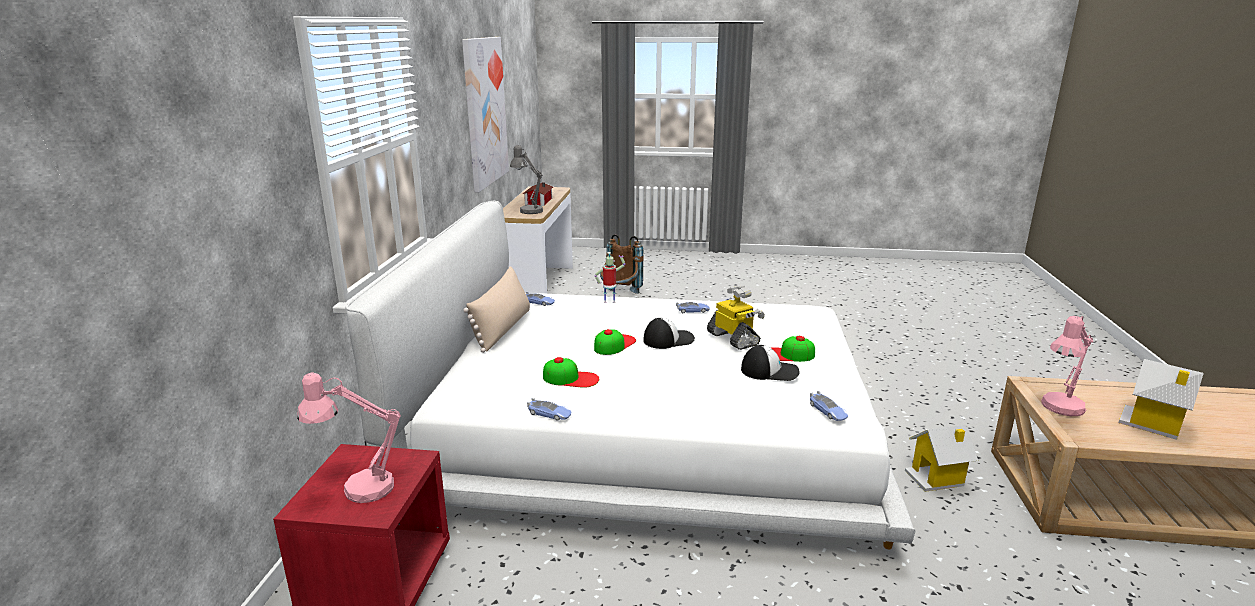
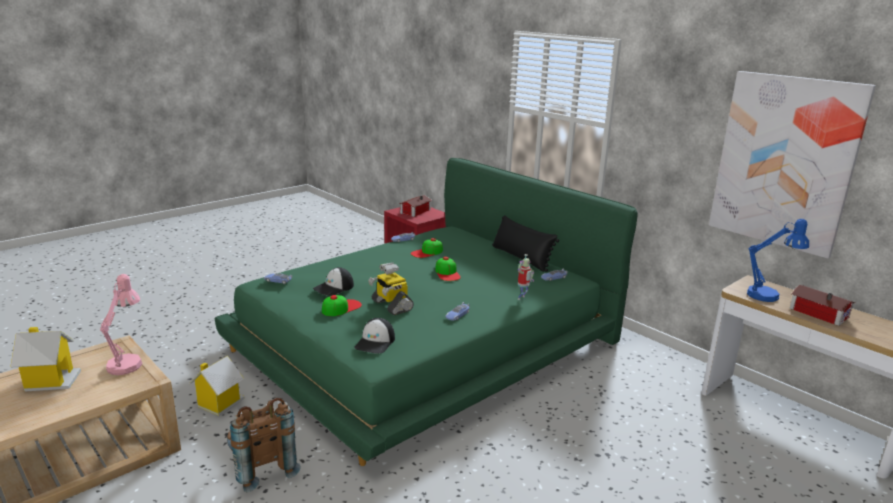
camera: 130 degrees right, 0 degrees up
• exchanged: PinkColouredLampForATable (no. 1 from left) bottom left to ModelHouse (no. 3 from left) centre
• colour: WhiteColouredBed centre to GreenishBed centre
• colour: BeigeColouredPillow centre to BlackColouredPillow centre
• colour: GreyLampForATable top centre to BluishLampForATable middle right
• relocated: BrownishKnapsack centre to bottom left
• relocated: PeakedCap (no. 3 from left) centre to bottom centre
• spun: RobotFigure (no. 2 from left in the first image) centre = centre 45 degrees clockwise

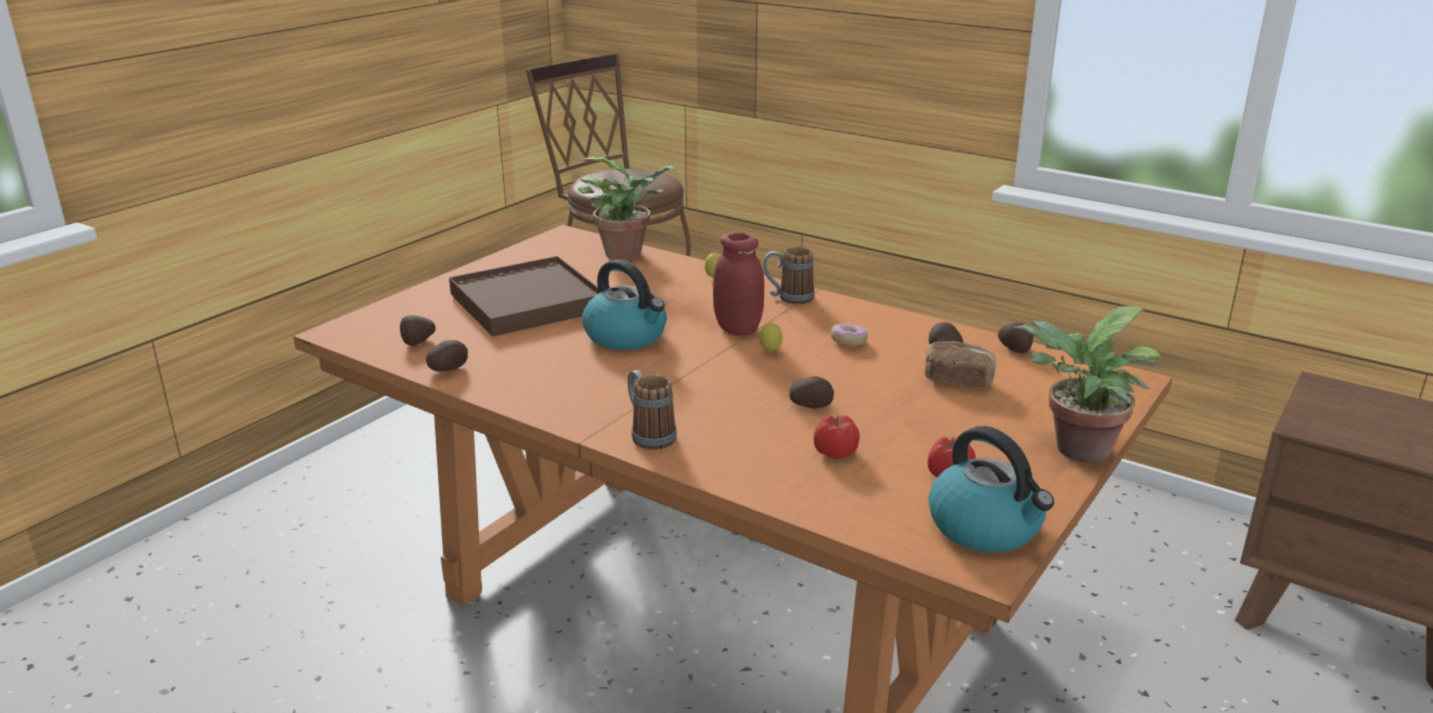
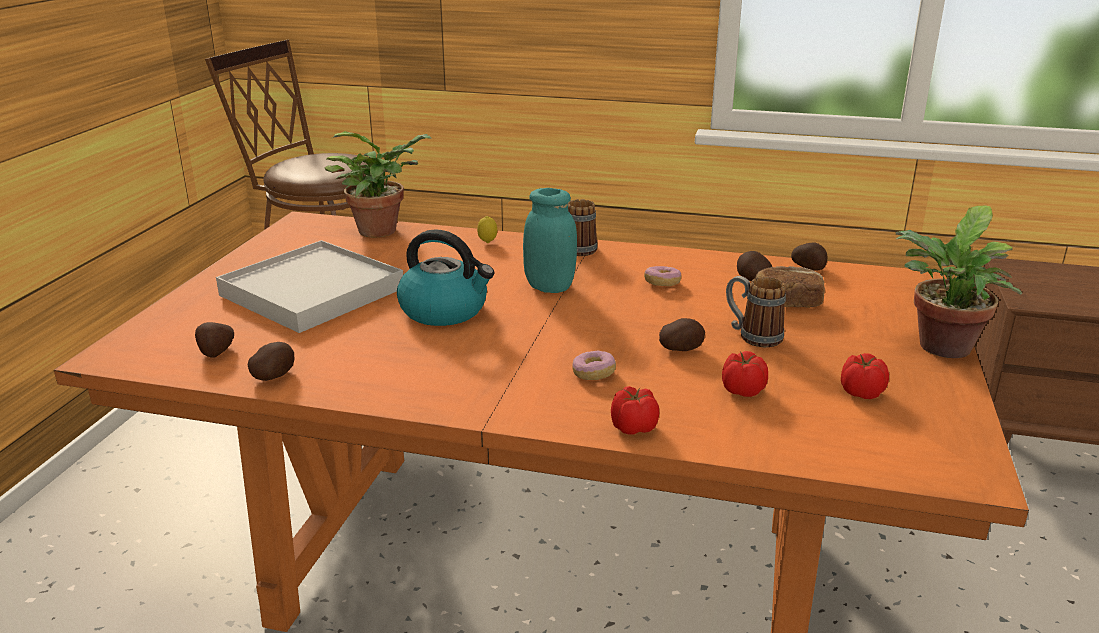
camera: 20 degrees left, 0 degrees up
• colour: BrownishTray centre to WhiteColouredTray middle left
• relocated: Mug (no. 1 from left in the first image) centre to Mug (no. 2 from left) middle right
• colour: ReddishJar centre to TurquoiseColouredJar centre
• missing: Lemon (no. 2 from left) centre
• missing: WaterKettle (no. 2 from left) bottom right
• appeared: Doughnut (no. 1 from left) centre
• appeared: FreshTomato (no. 1 from left) centre

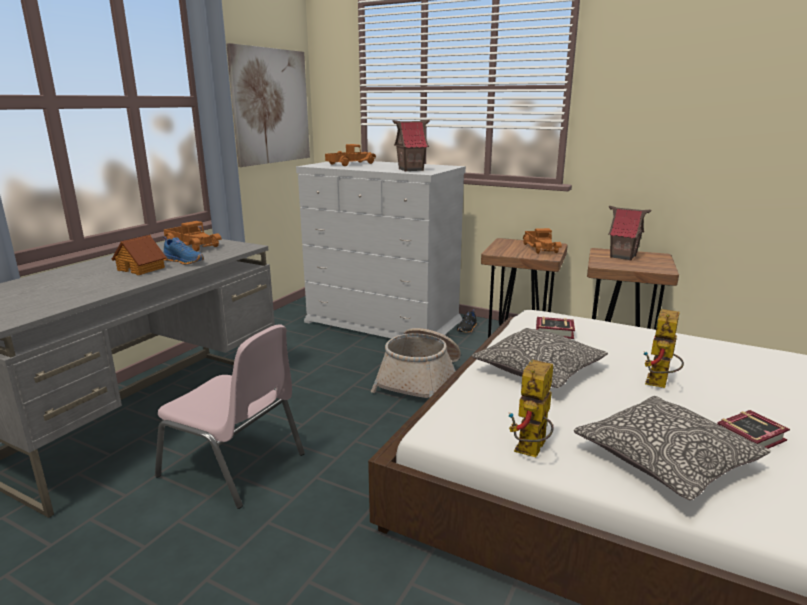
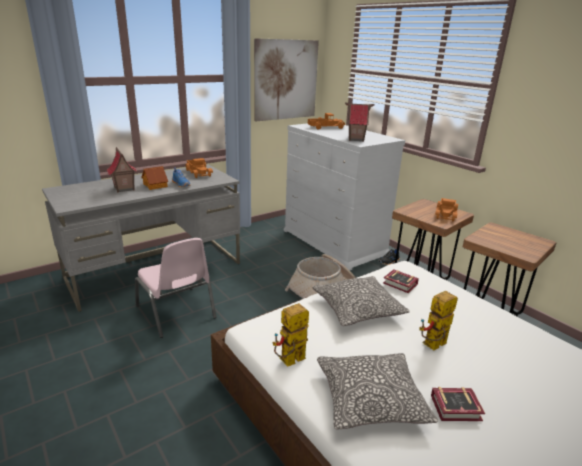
camera: 25 degrees right, 5 degrees up
• relocated: ModelHouse (no. 3 from left in the first image) middle right to ModelHouse (no. 1 from left) middle left

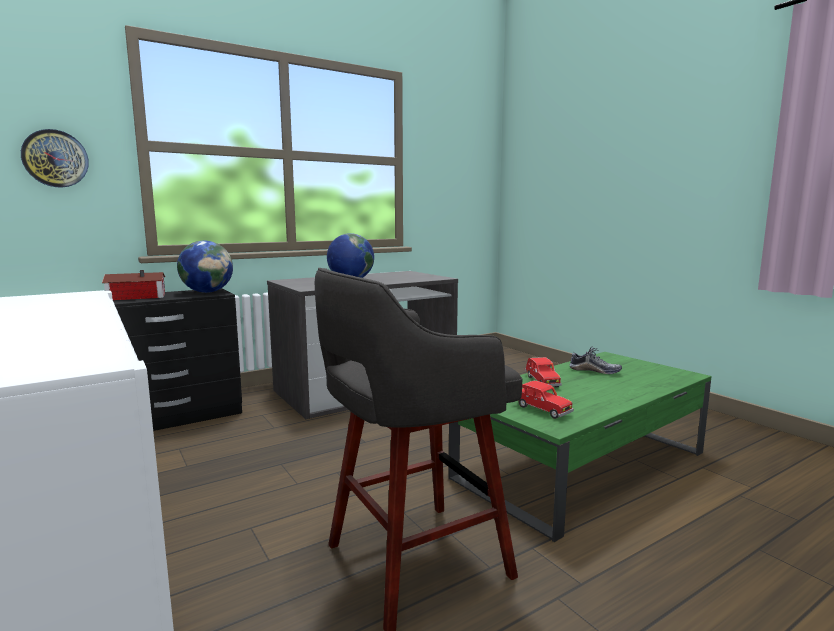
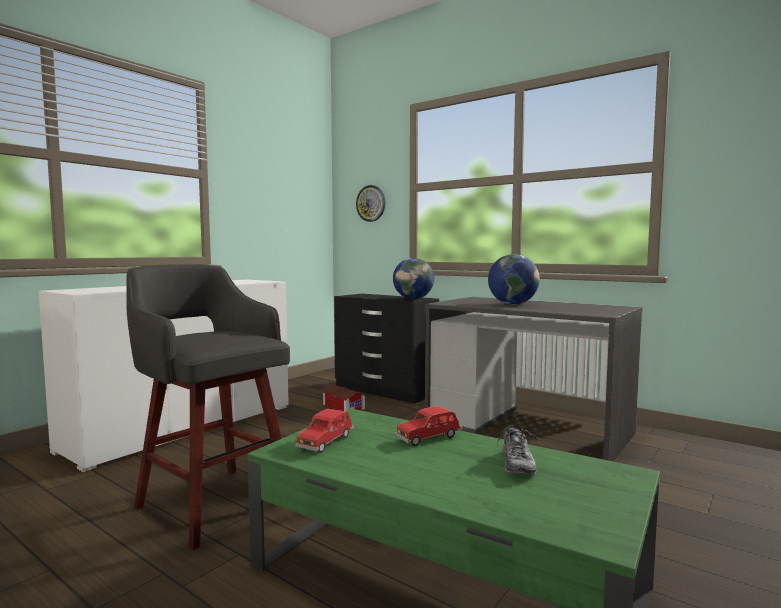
camera: 70 degrees right, 5 degrees down
• relocated: ModelHouse middle left to centre

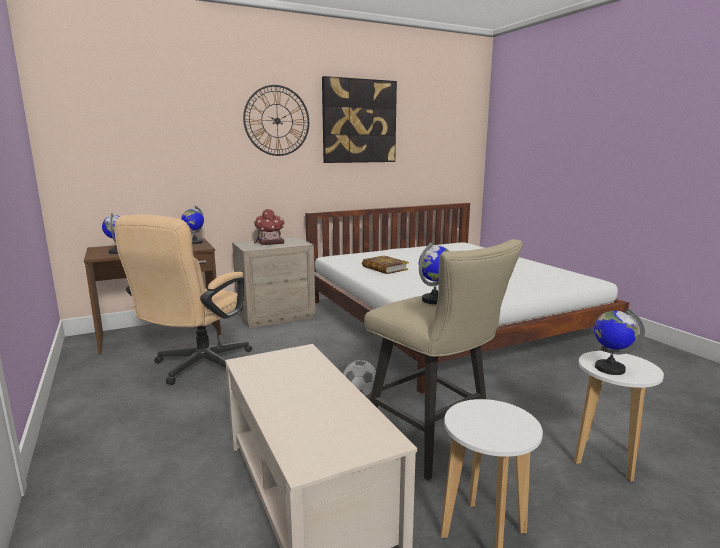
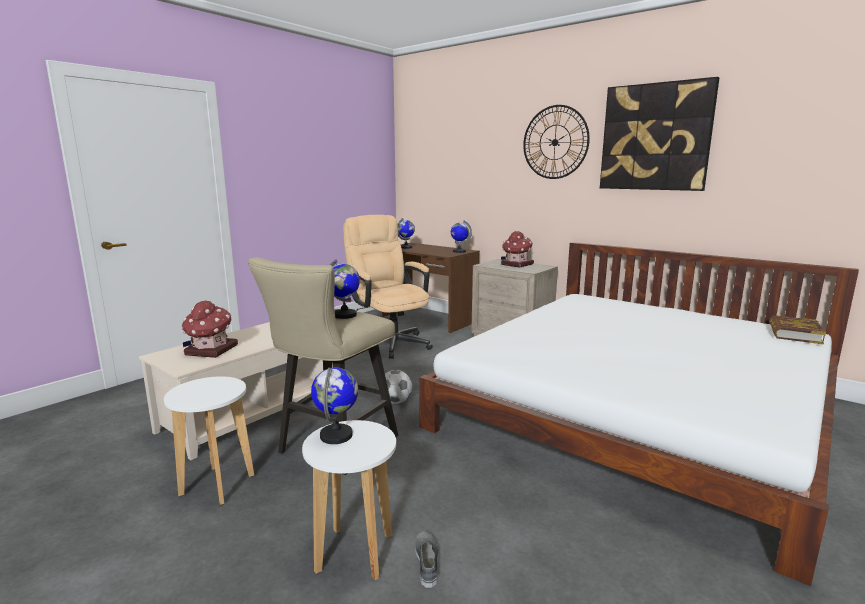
camera: 65 degrees right, 0 degrees up
• spun: BeigeColouredDeskChair middle left = centre 60 degrees clockwise
• relocated: Volume centre to middle right
• appeared: ModelHouse (no. 1 from left) middle left
• appeared: GreyLowShoe bottom centre

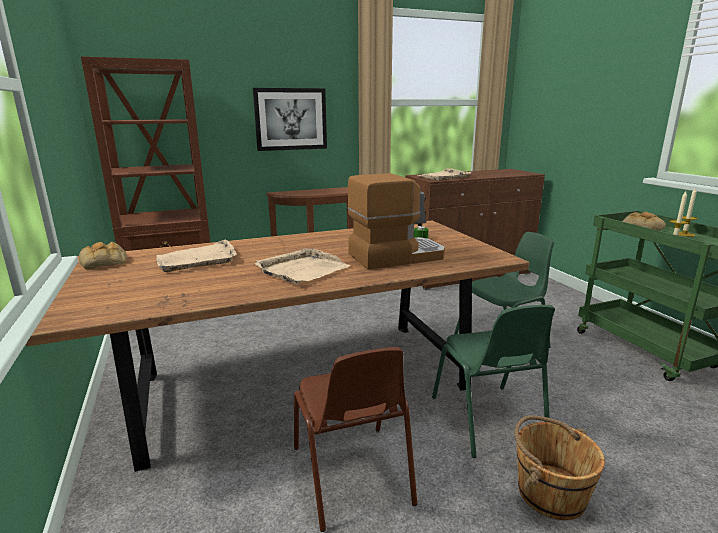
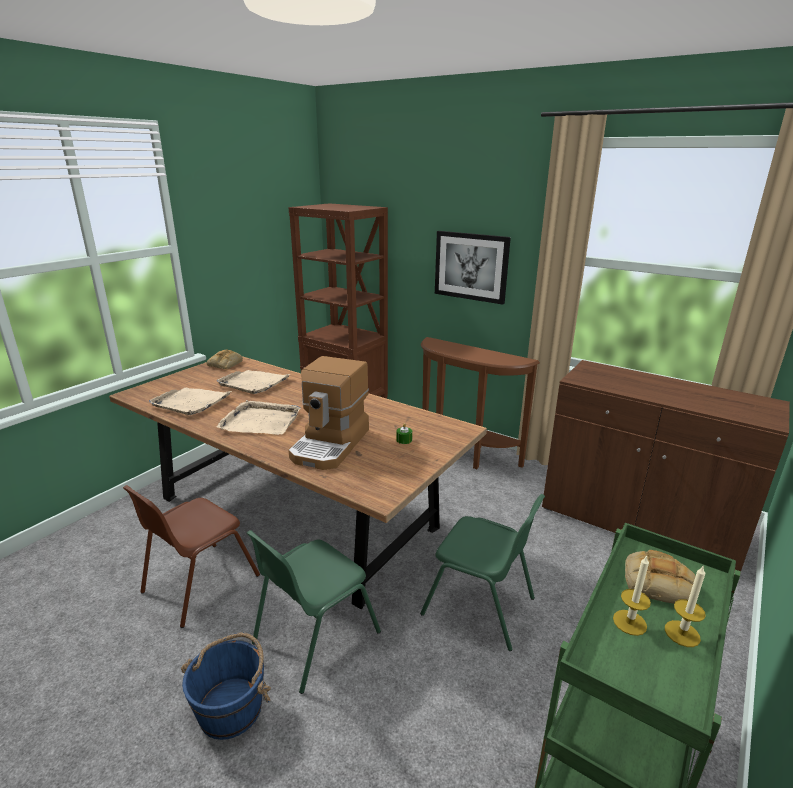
camera: 55 degrees right, 5 degrees up
• spun: CoffeeBrewer centre = centre 75 degrees clockwise
• relocated: BeigeColouredTray (no. 3 from left in the first image) top centre to BeigeColouredTray (no. 1 from left) middle left
• colour: BrownishWaterBucket bottom right to BluishWaterBucket bottom left

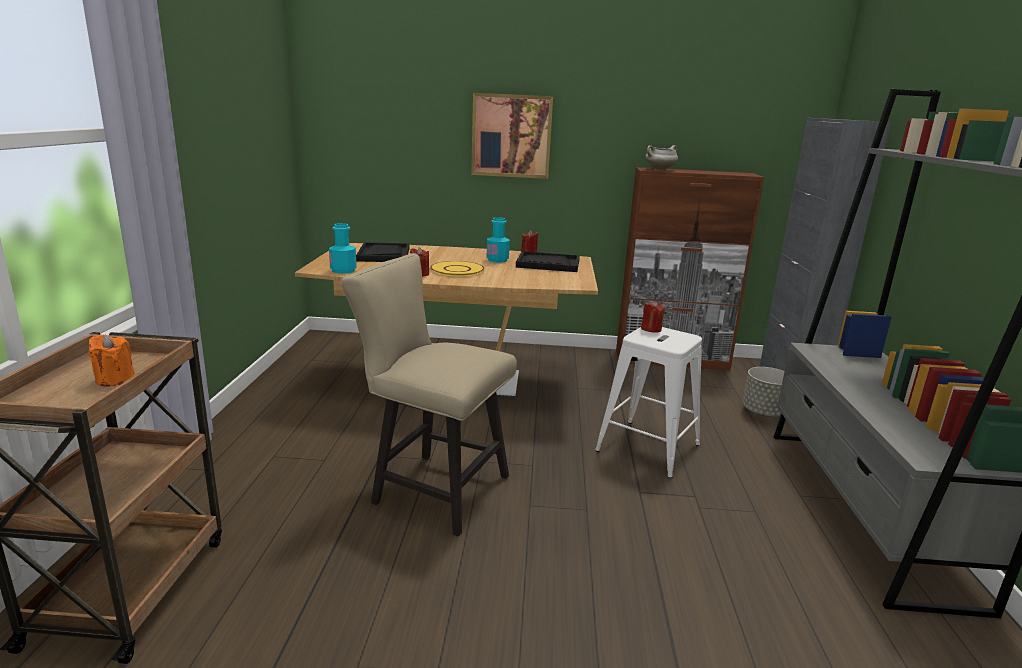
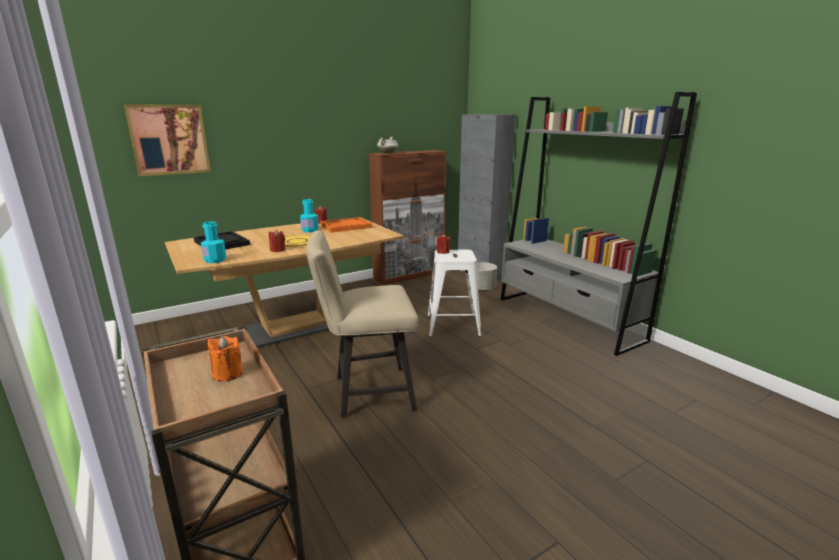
camera: 35 degrees left, 0 degrees up
• relocated: Picture top centre to top left
• colour: BlackColouredTray (no. 2 from left) centre to OrangeTray centre

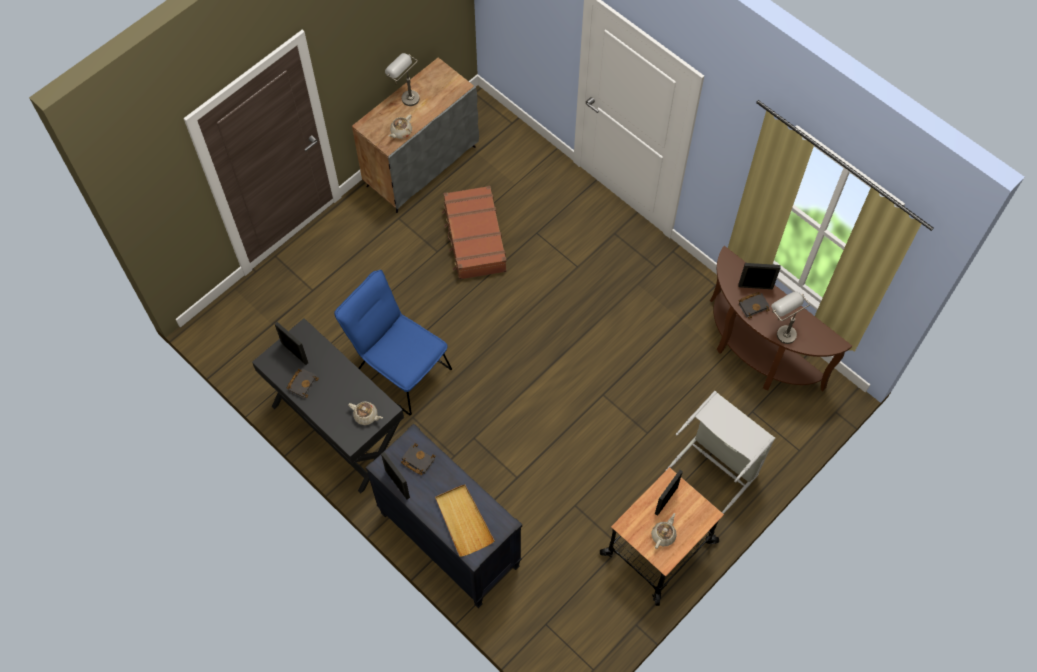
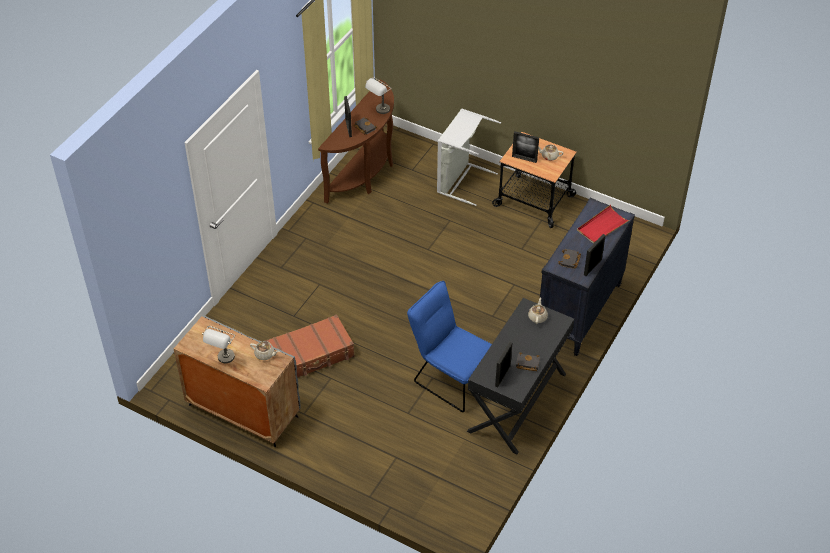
camera: 105 degrees left, 15 degrees down
• spun: BluishUprightChair centre = centre 105 degrees clockwise
• colour: BeigeColouredTray bottom centre to ReddishTray middle right

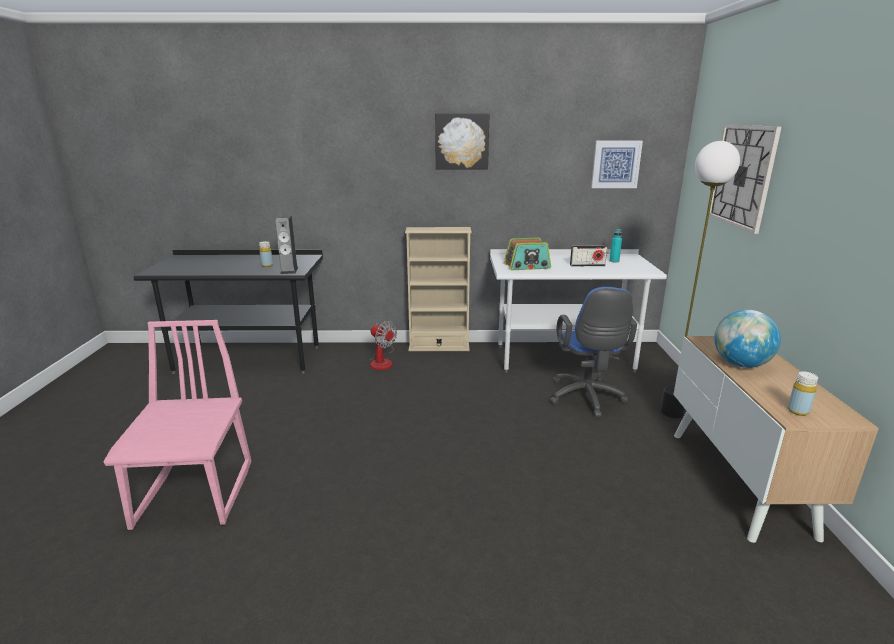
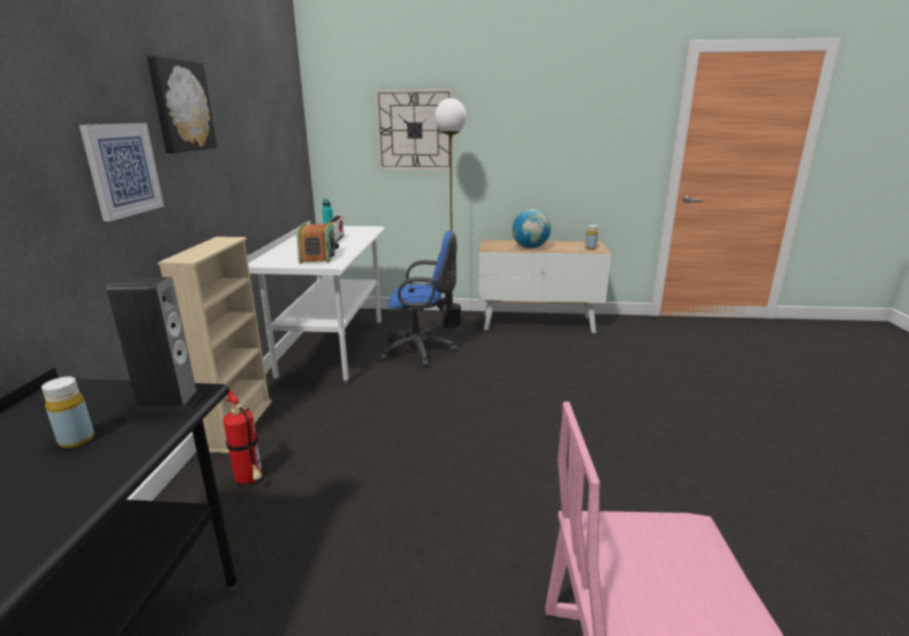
camera: 85 degrees left, 0 degrees up
• exchanged: ElectricFan centre to FireFightingCylinder bottom left
• relocated: Picture (no. 2 from left in the first image) top right to Picture (no. 1 from left) top left

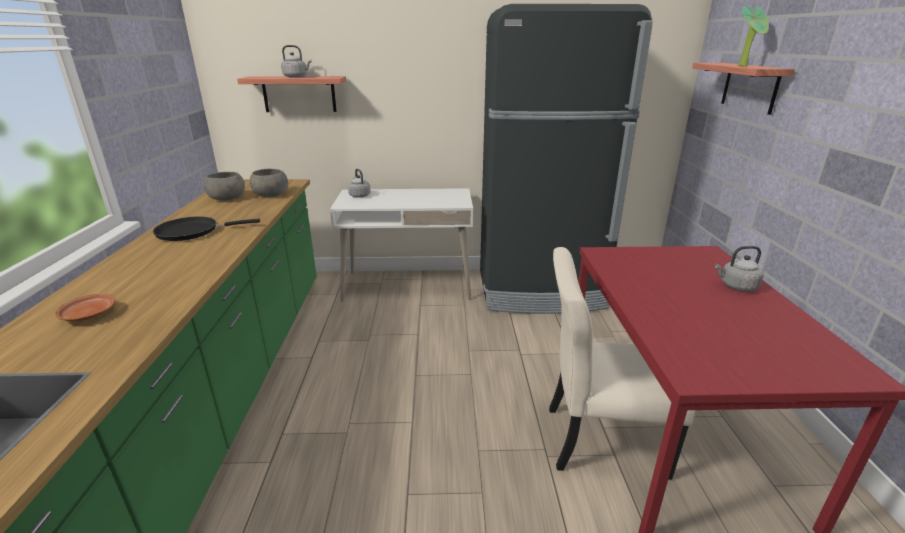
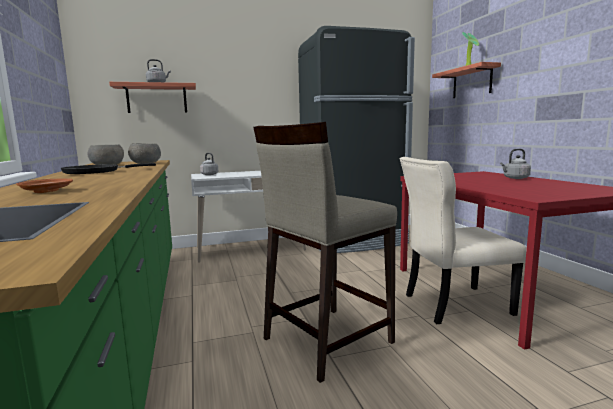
camera: 15 degrees left, 15 degrees down
• appeared: BeigeColouredStoolSeat centre

